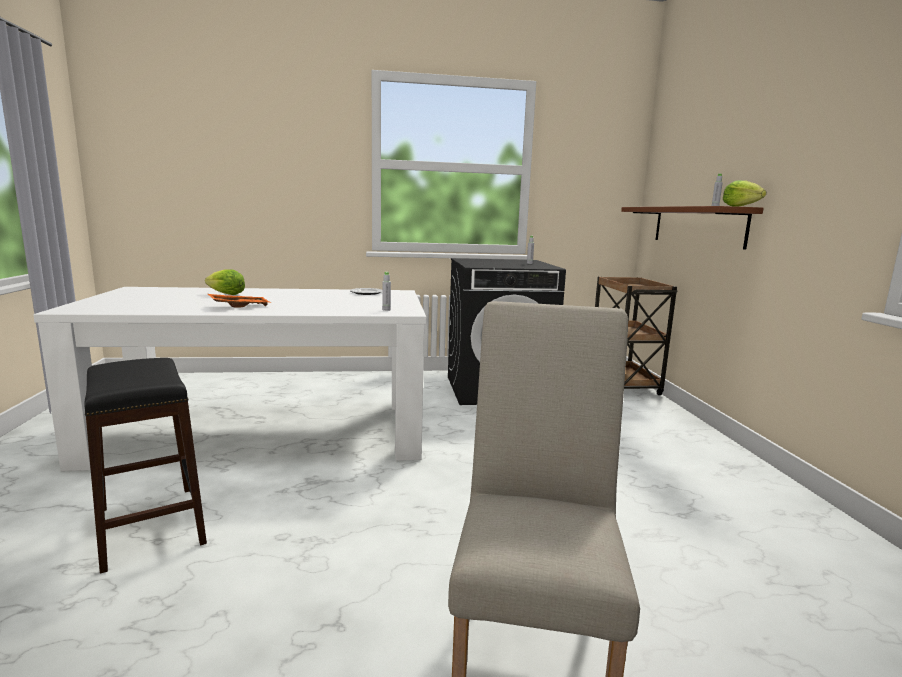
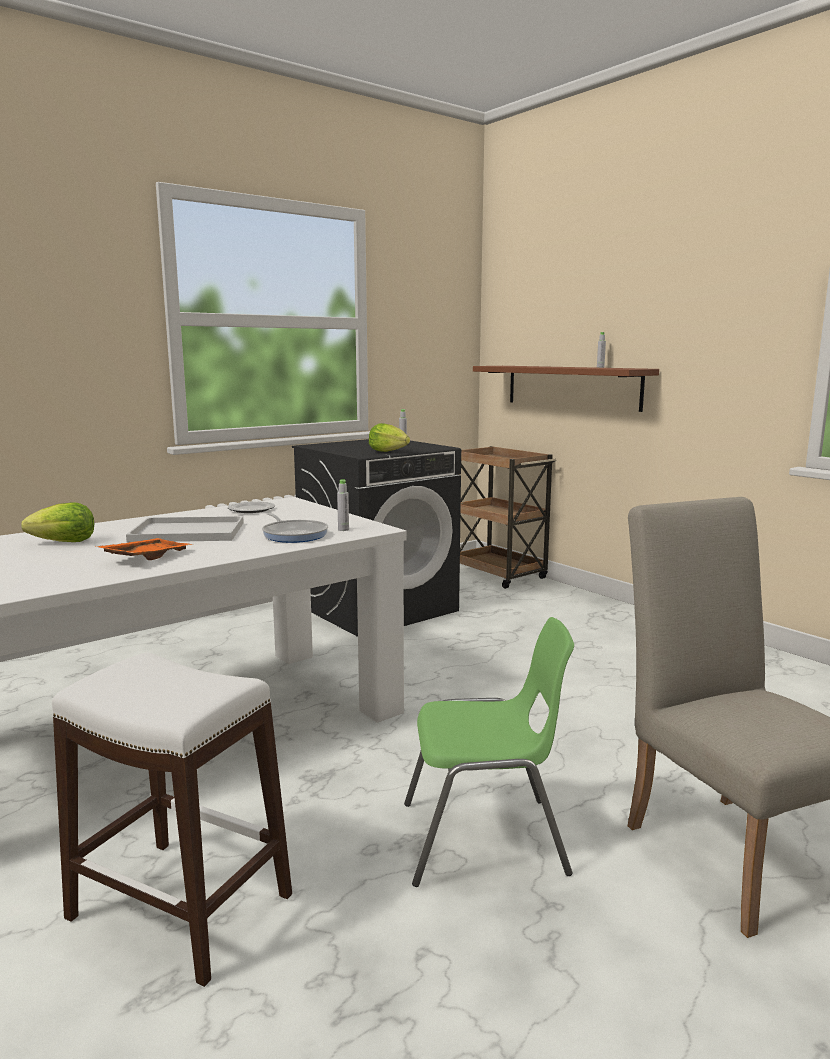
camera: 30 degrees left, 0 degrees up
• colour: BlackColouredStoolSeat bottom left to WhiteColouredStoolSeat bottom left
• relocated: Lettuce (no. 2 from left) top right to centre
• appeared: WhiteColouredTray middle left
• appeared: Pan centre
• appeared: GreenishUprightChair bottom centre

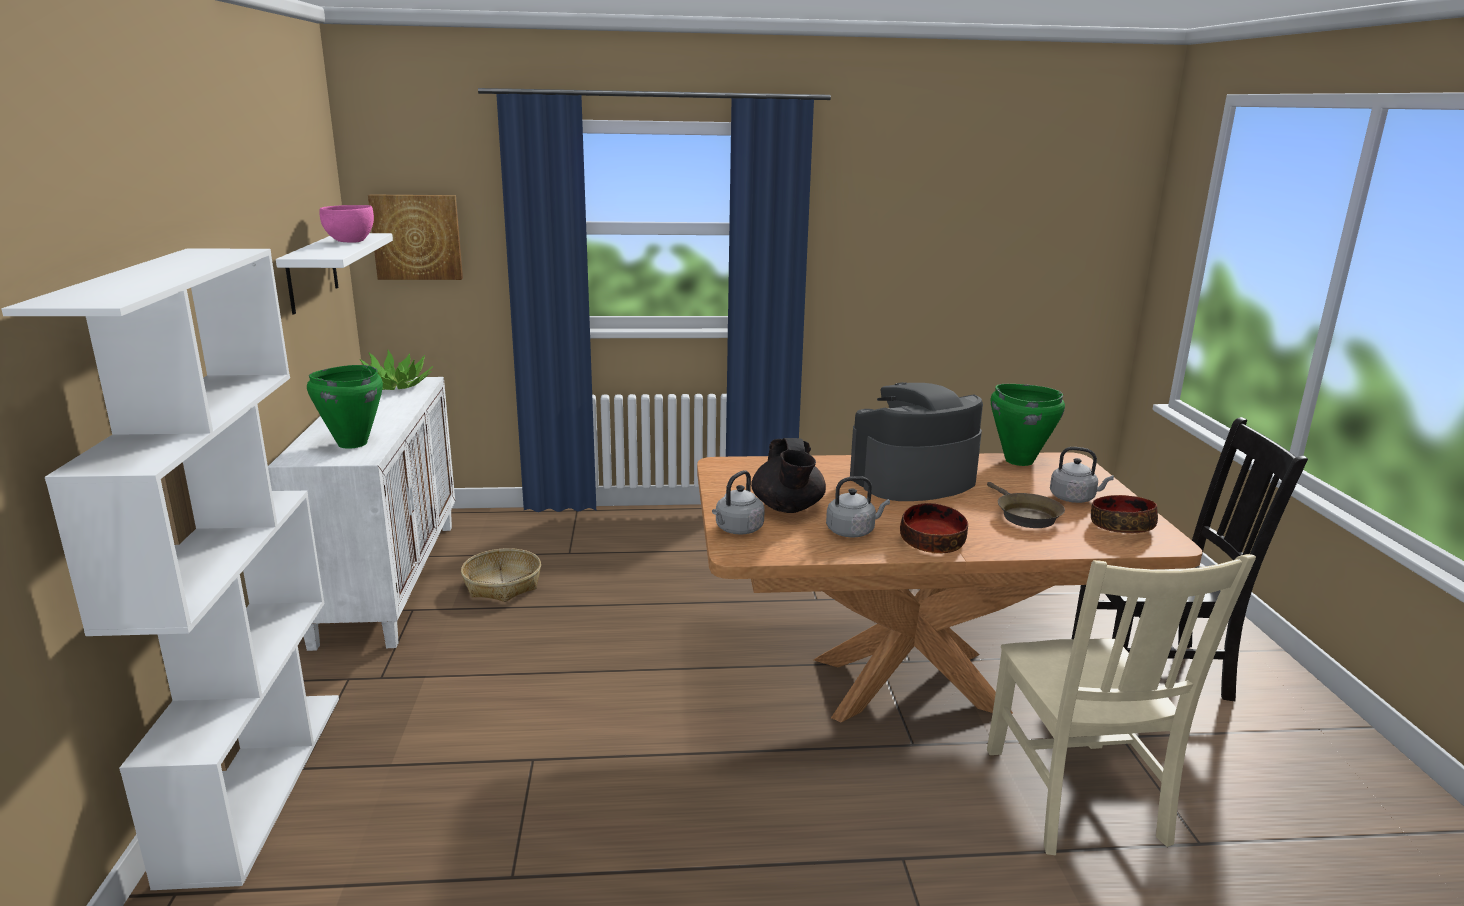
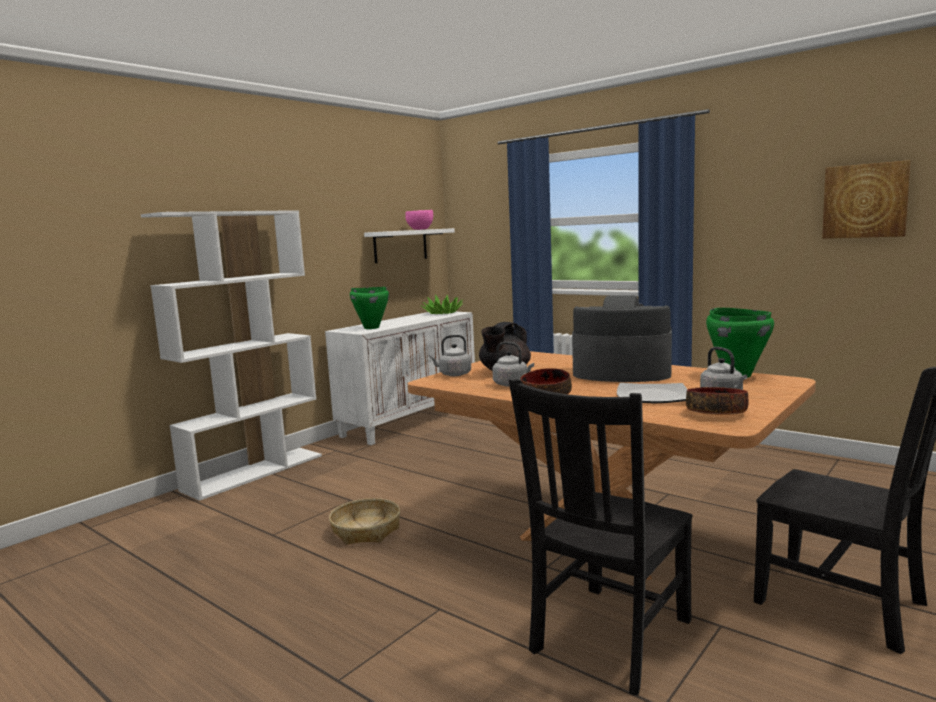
camera: 45 degrees right, 10 degrees down
• relocated: Picture top left to top right
• relocated: HouseholdBasket centre to bottom centre
• exchanged: BrownishPan middle right to FlatDish middle right
• colour: BeigeColouredUprightChair bottom right to BlackColouredUprightChair (no. 1 from left) bottom centre

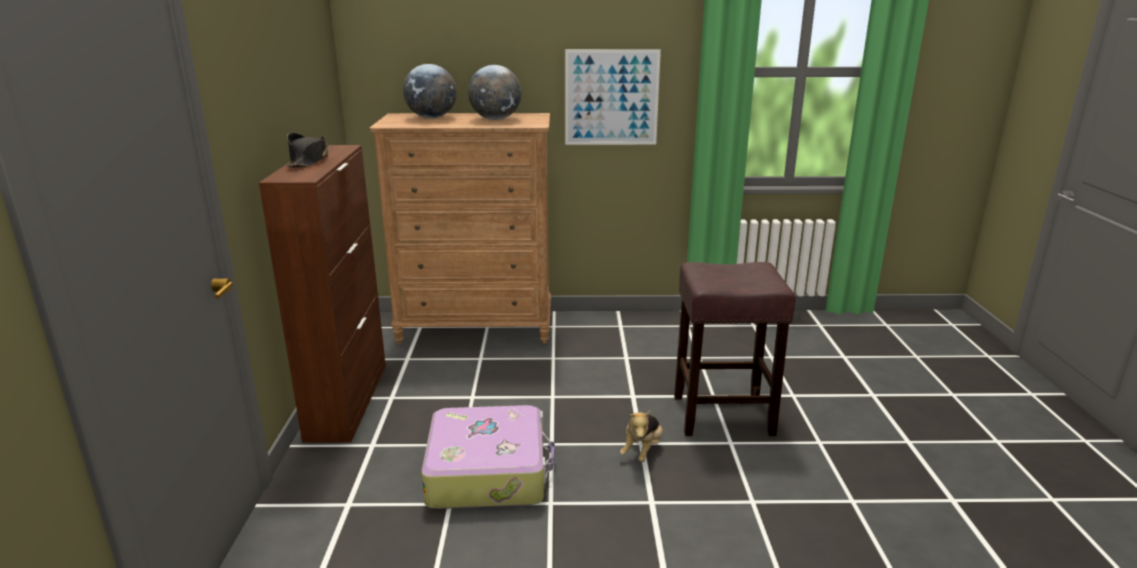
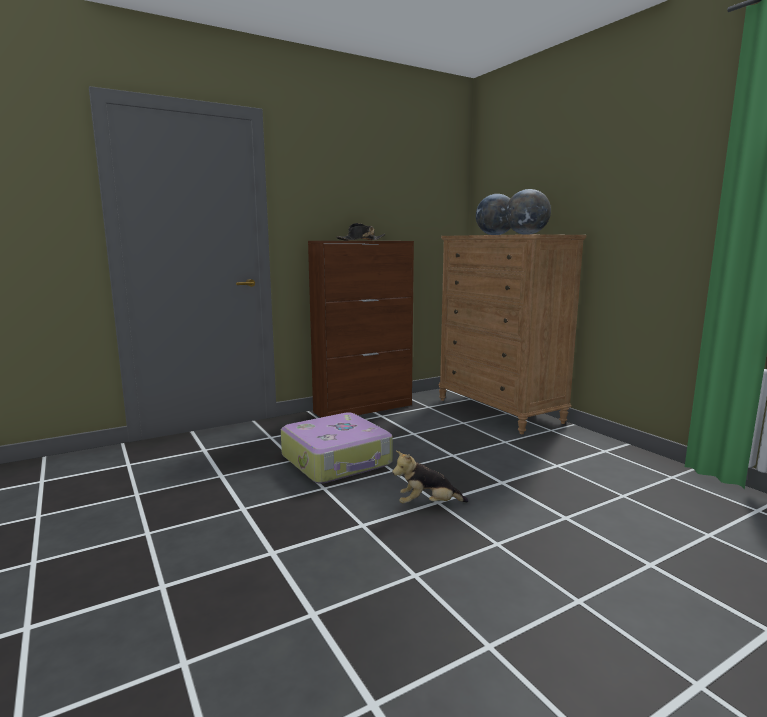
camera: 60 degrees right, 10 degrees down
• missing: Picture top centre
• missing: BrownishStoolSeat centre

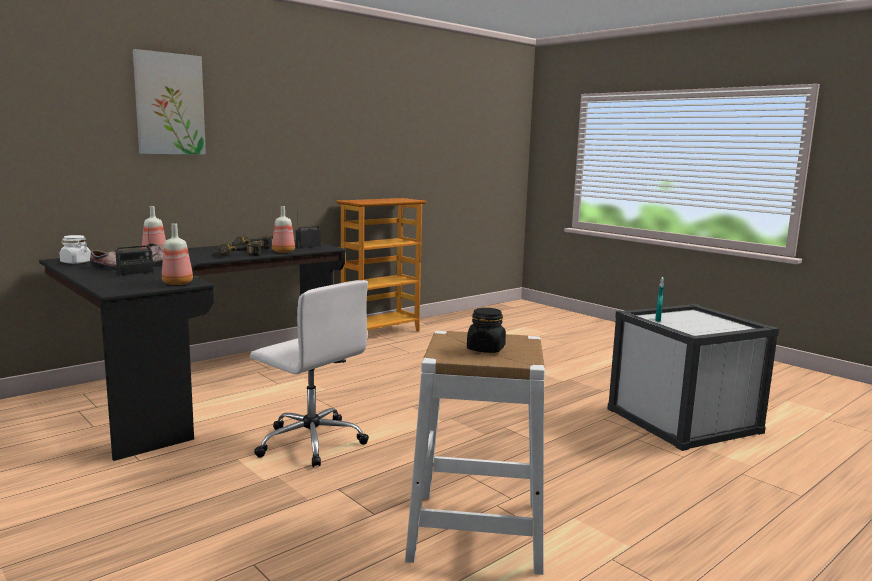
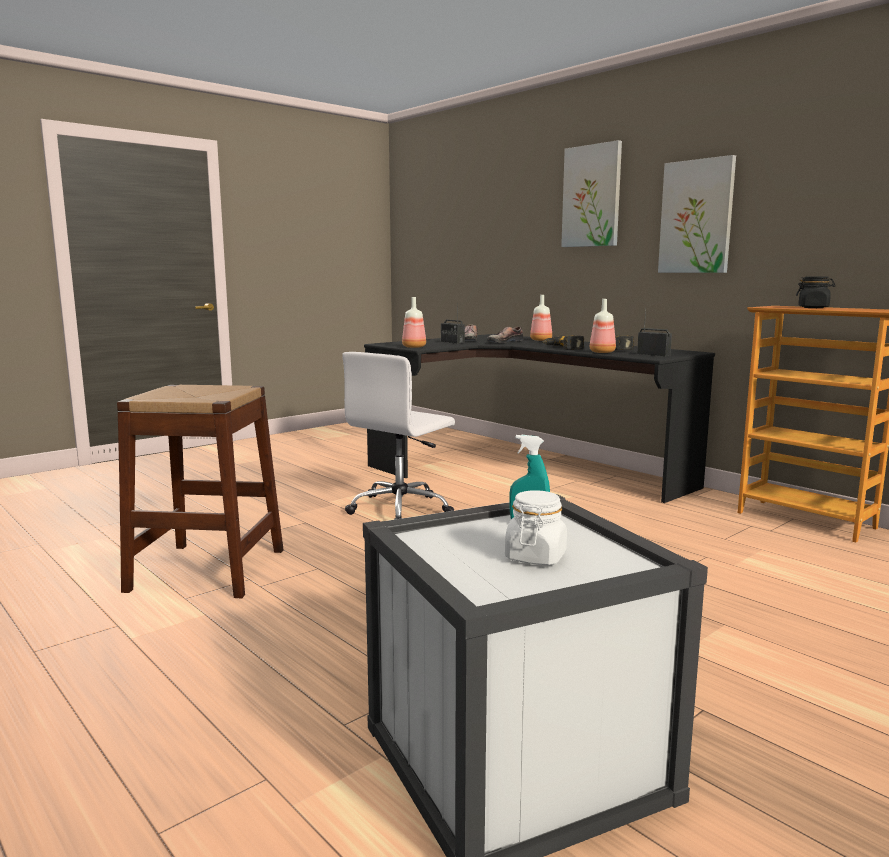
camera: 90 degrees right, 0 degrees up
• relocated: WhiteColouredJar middle left to centre
• colour: WhiteColouredStoolSeat bottom centre to BrownishStoolSeat middle left
• relocated: BlackColouredJar centre to middle right
• appeared: Picture (no. 2 from left) top right

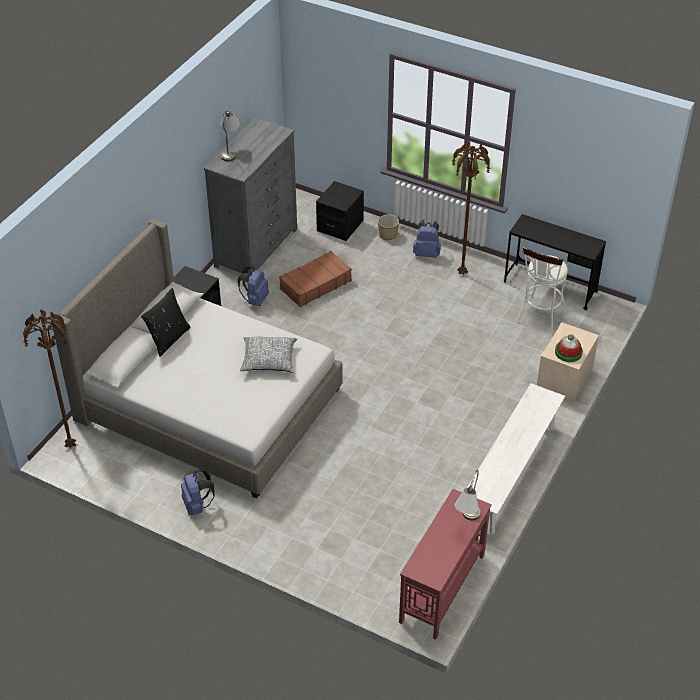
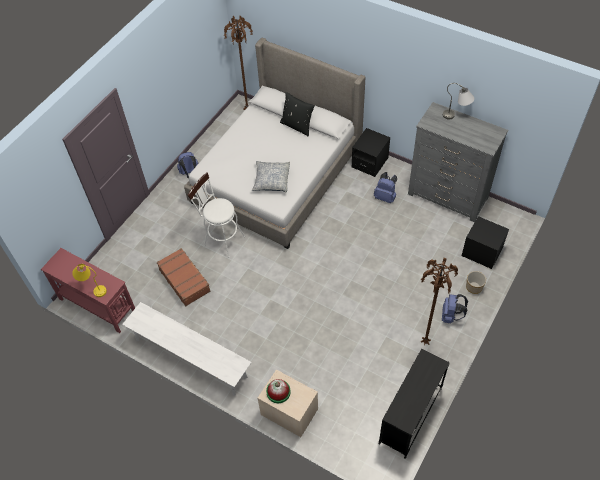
camera: 95 degrees right, 10 degrees up
• relocated: BrownishPieceOfLuggage centre to middle left
• colour: GreyLampForATable (no. 2 from left) bottom right to YellowLampForATable middle left
• relocated: WhiteColouredStoolSeat middle right to centre

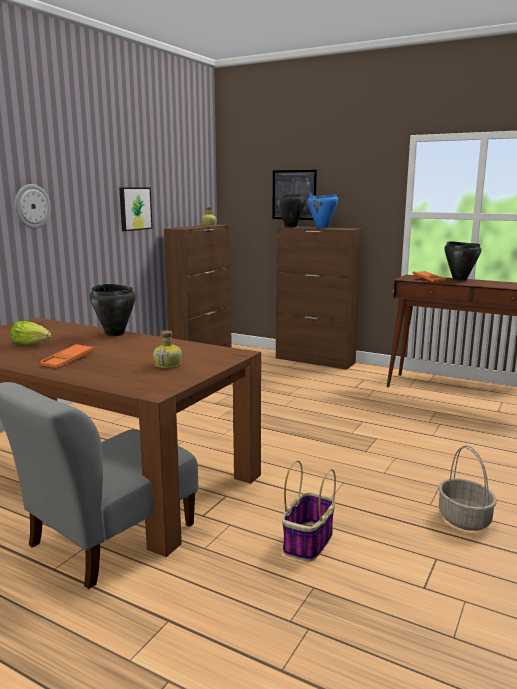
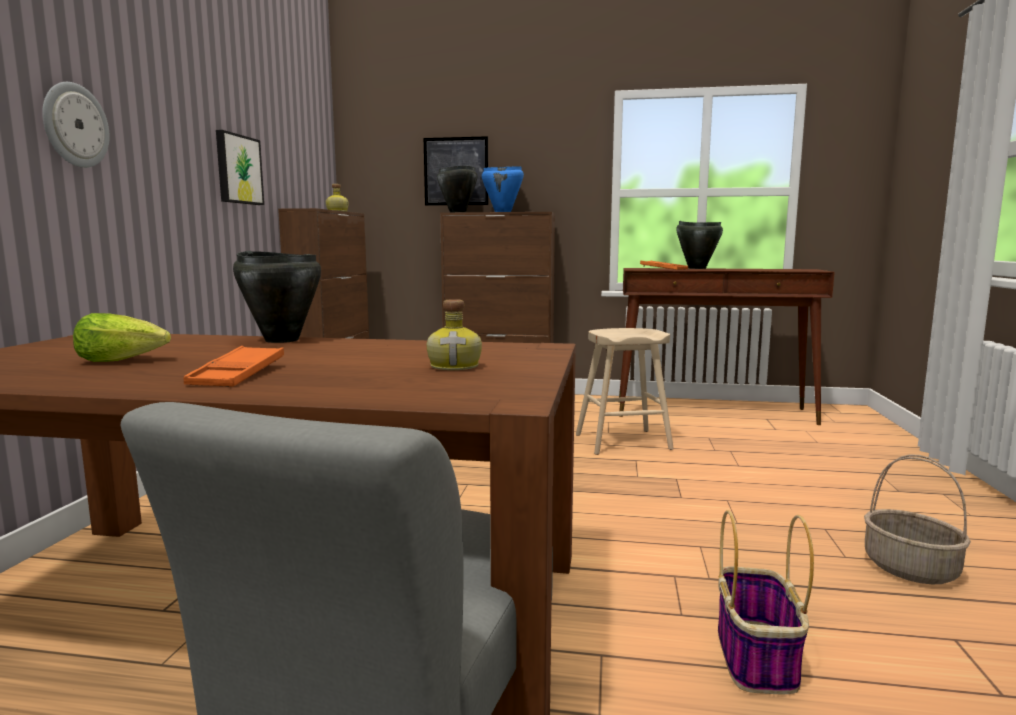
camera: 20 degrees left, 5 degrees down
• appeared: BeigeColouredStoolSeat centre

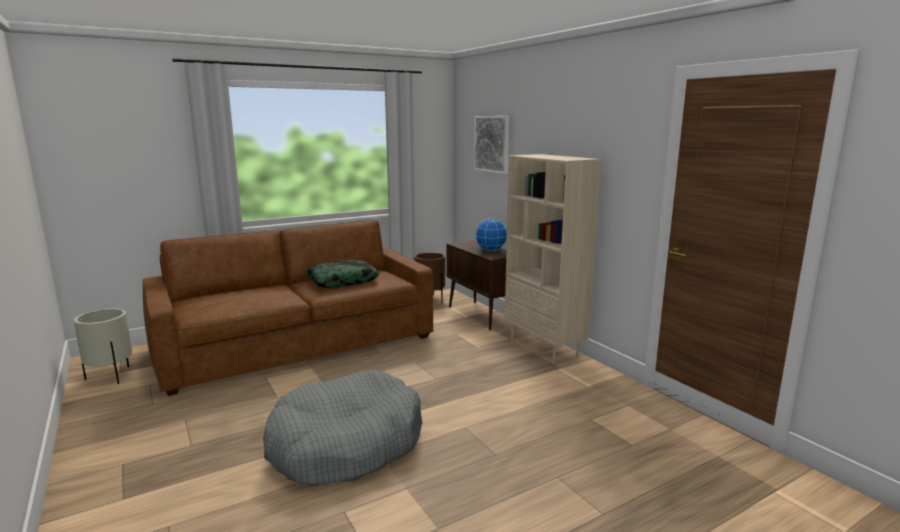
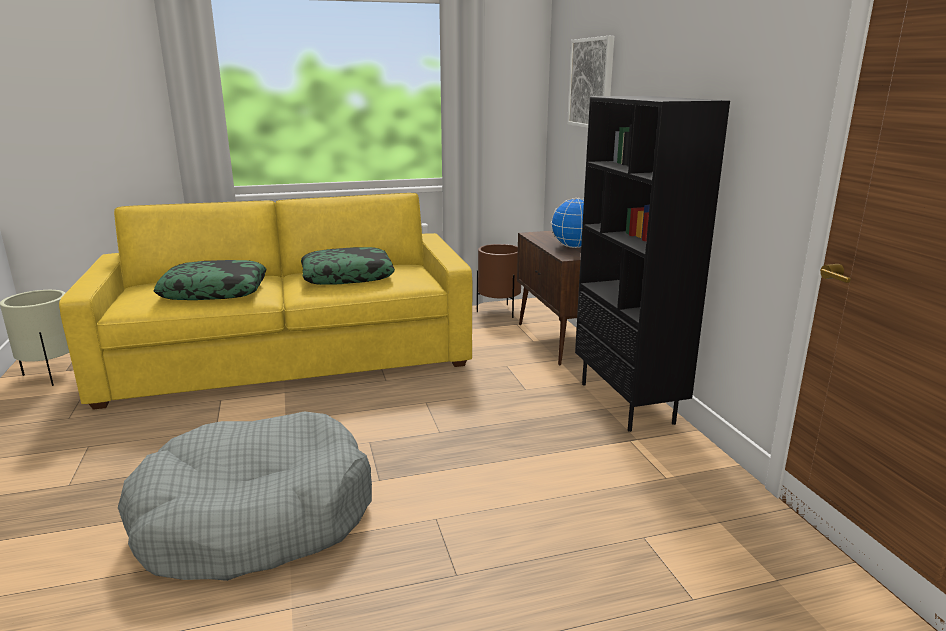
camera: 15 degrees right, 5 degrees up
• colour: BrownishSofa middle left to YellowSofa middle left
• colour: BeigeColouredBookcase centre to BlackColouredBookcase middle right
• appeared: Pillow (no. 1 from left) middle left

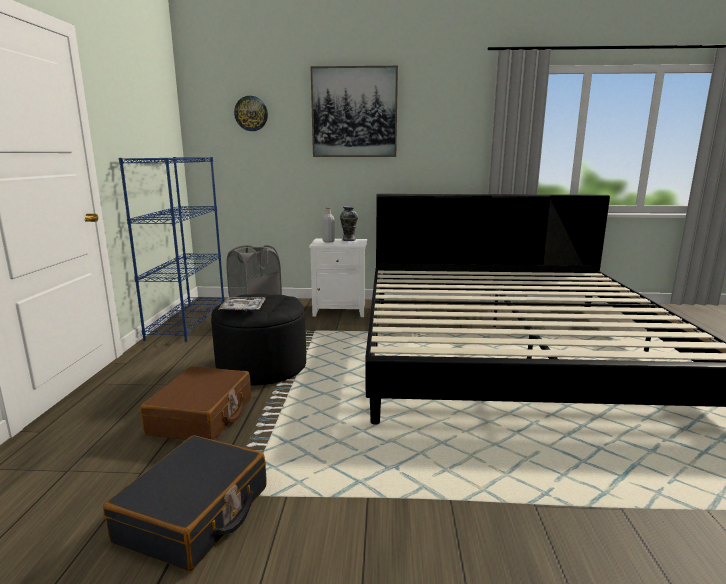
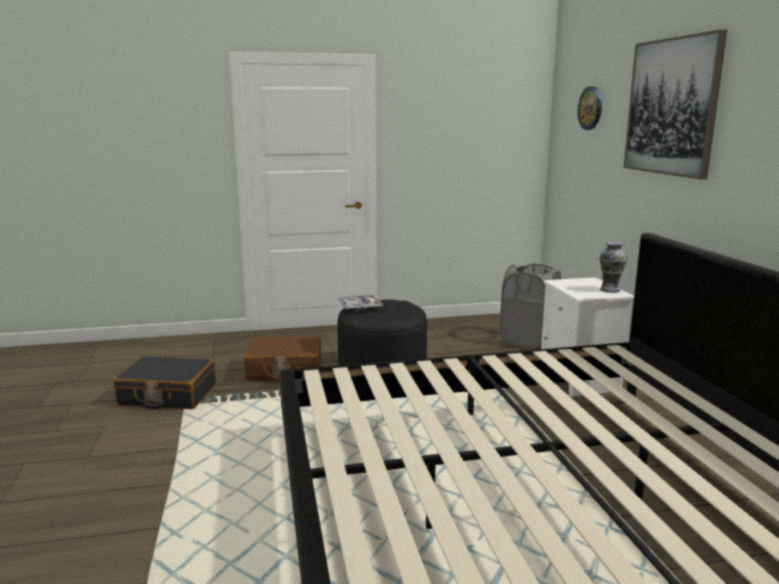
camera: 75 degrees right, 0 degrees up
• missing: BluishBookcase middle left
• missing: GreyDrinkBottle centre

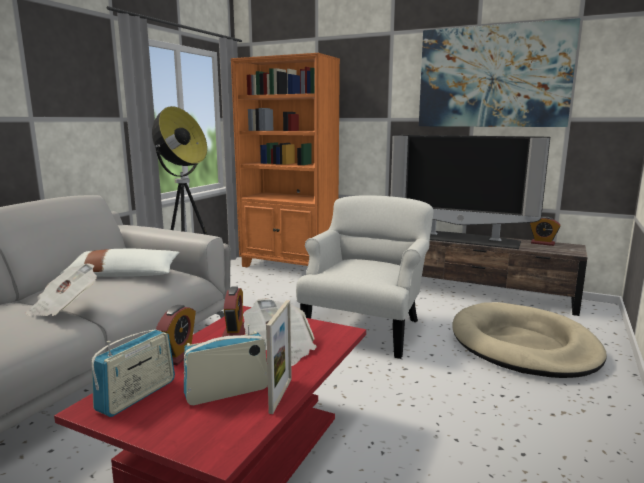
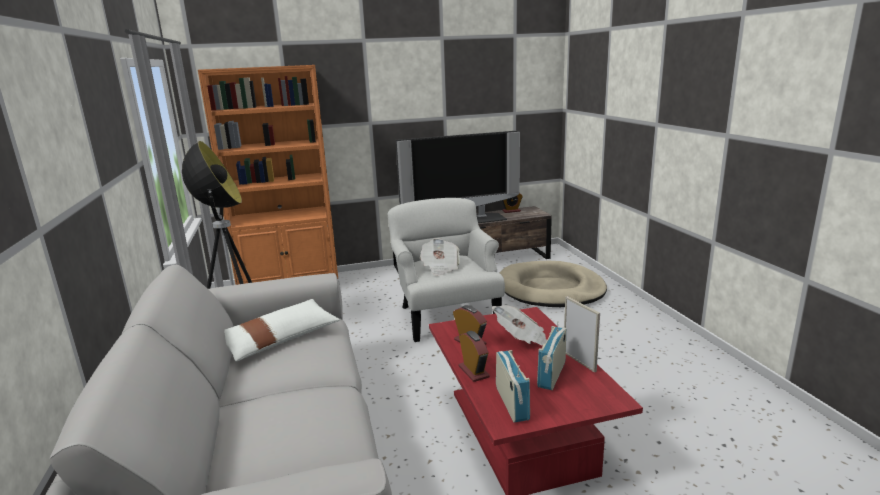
camera: 40 degrees left, 5 degrees up
• relocated: Newspaper (no. 1 from left) middle left to centre
• missing: Picture top right

